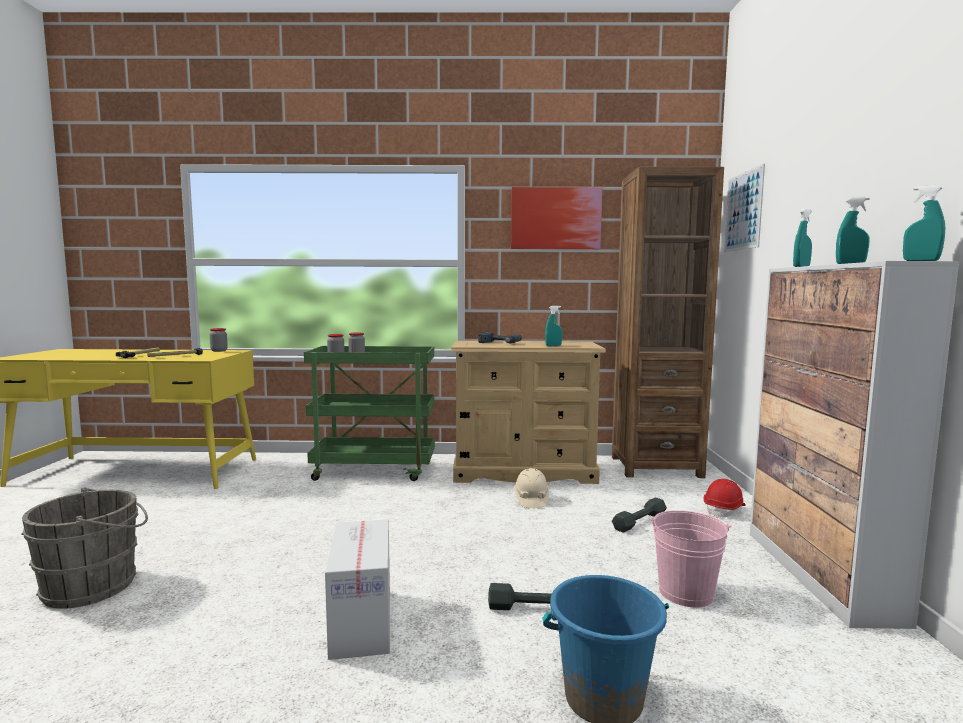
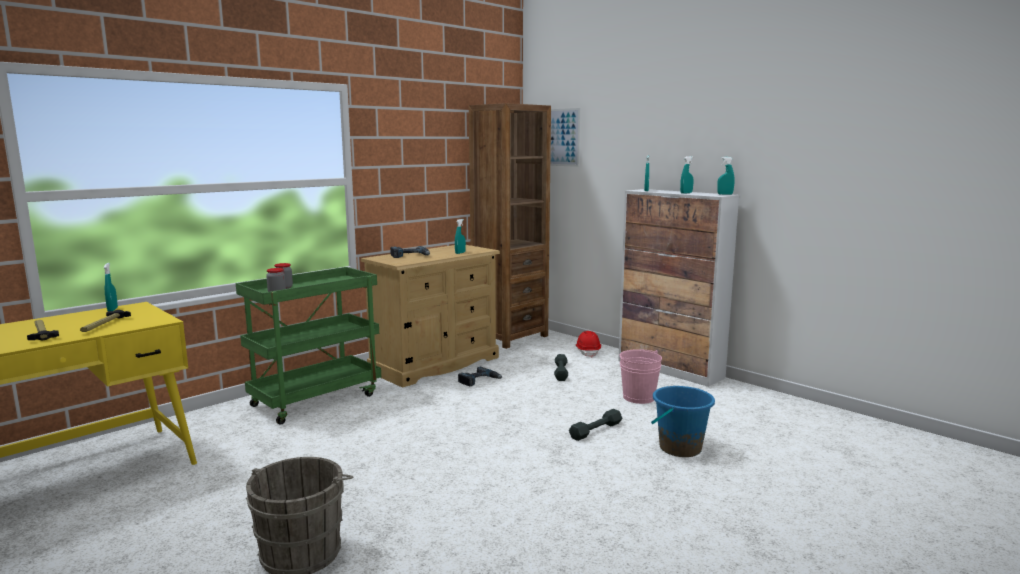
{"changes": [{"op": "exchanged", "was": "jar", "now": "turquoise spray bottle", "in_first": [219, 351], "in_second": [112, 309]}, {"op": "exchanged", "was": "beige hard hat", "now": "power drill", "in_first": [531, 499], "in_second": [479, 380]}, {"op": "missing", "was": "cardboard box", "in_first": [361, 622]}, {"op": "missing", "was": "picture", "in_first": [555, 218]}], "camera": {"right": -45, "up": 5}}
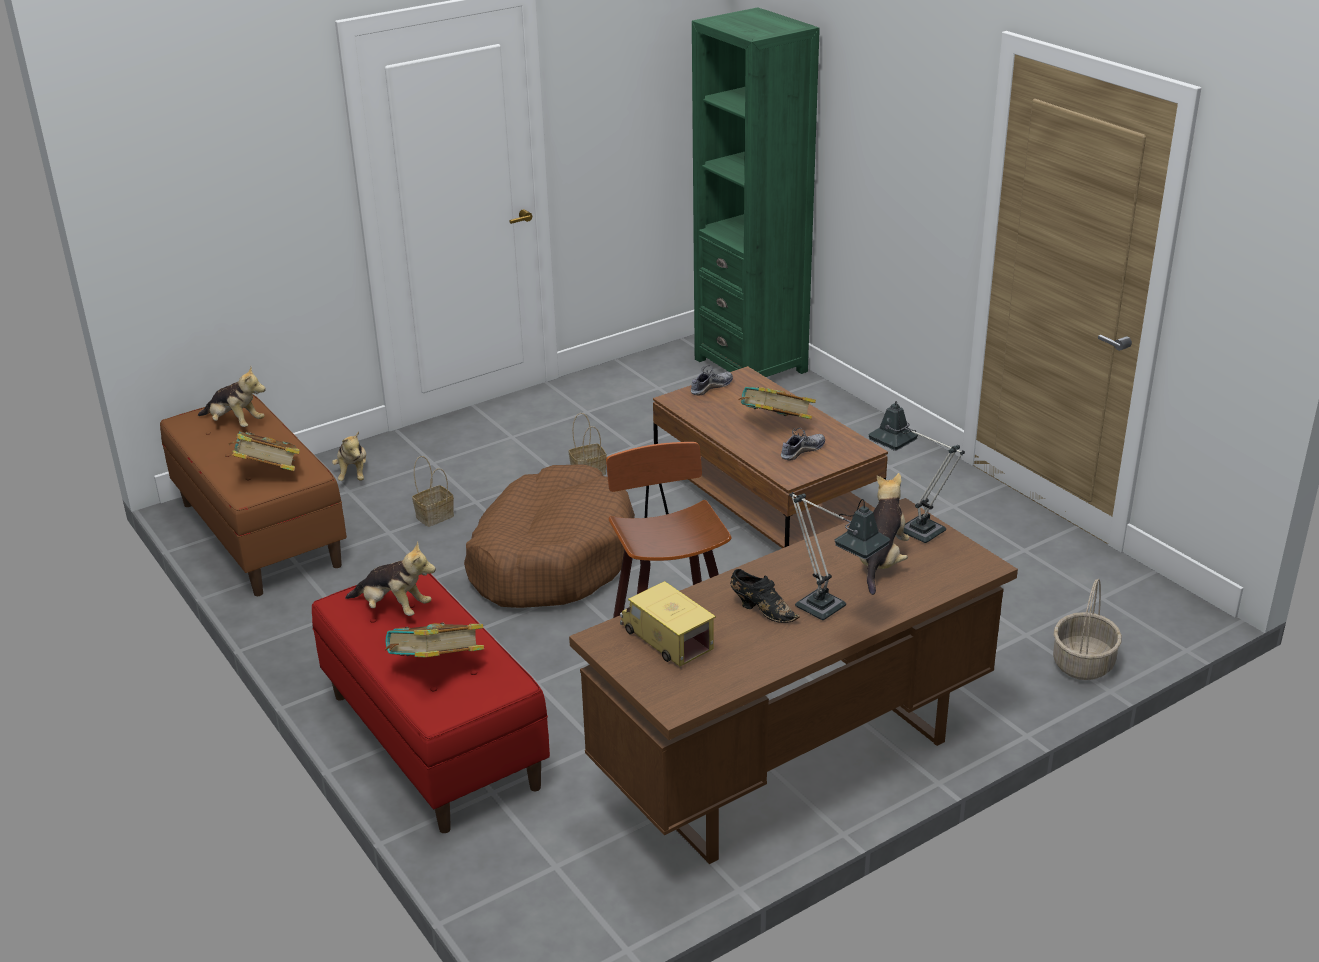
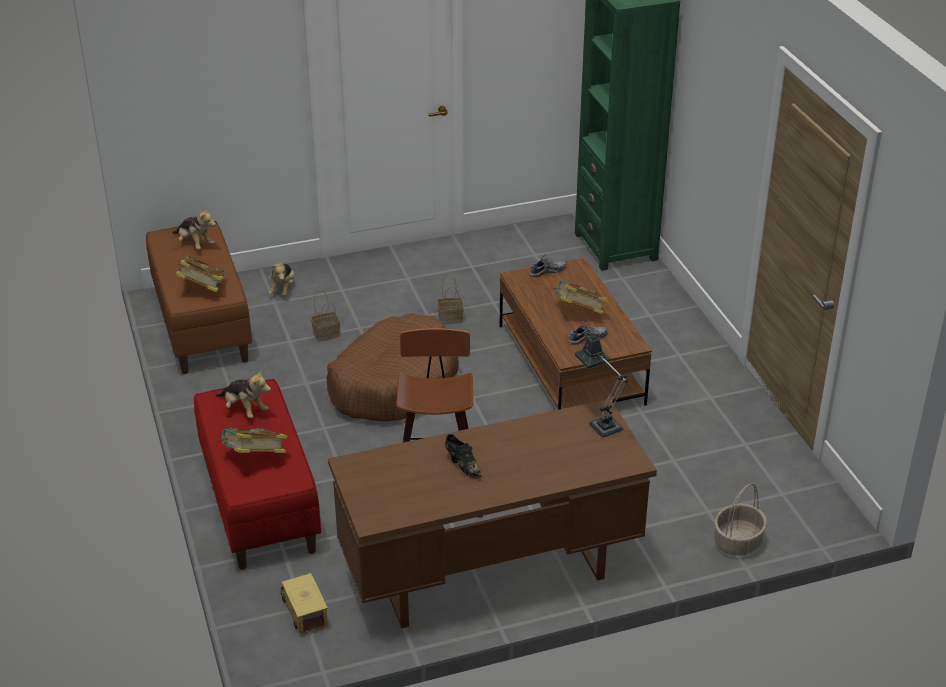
{"changes": [{"op": "relocated", "was": "toy truck", "in_first": [666, 639], "in_second": [304, 611]}, {"op": "missing", "was": "table lamp", "in_first": [829, 611]}, {"op": "missing", "was": "plush toy", "in_first": [881, 562]}], "camera": {"right": 15, "up": 5}}
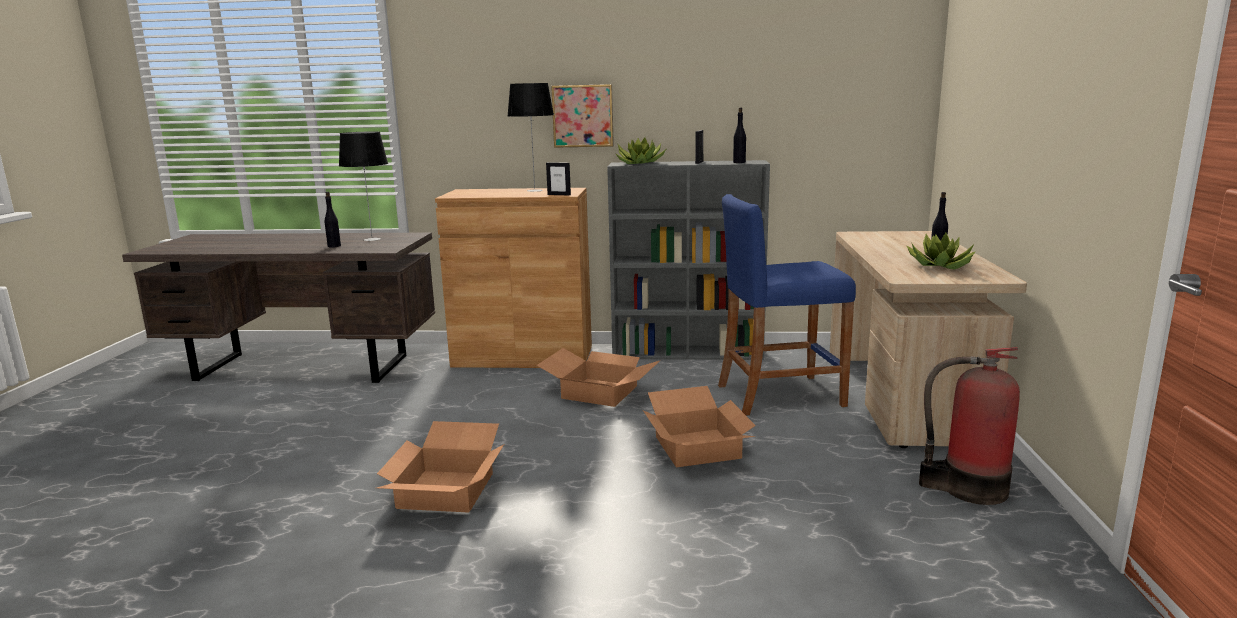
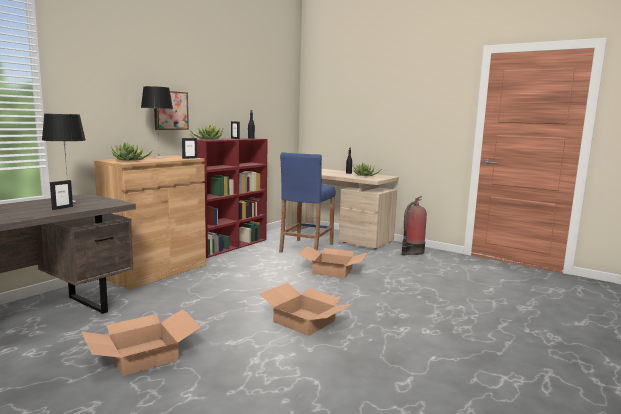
{"changes": [{"op": "exchanged", "was": "black bottle", "now": "picture frame", "in_first": [334, 246], "in_second": [62, 208]}, {"op": "relocated", "was": "cardboard box", "in_first": [598, 392], "in_second": [142, 357]}, {"op": "appeared", "now": "potted plant", "in_second": [130, 160]}, {"op": "colour", "was": "grey bookcase", "now": "red bookcase", "in_first": [689, 352], "in_second": [231, 246]}], "camera": {"right": -60, "up": -5}}
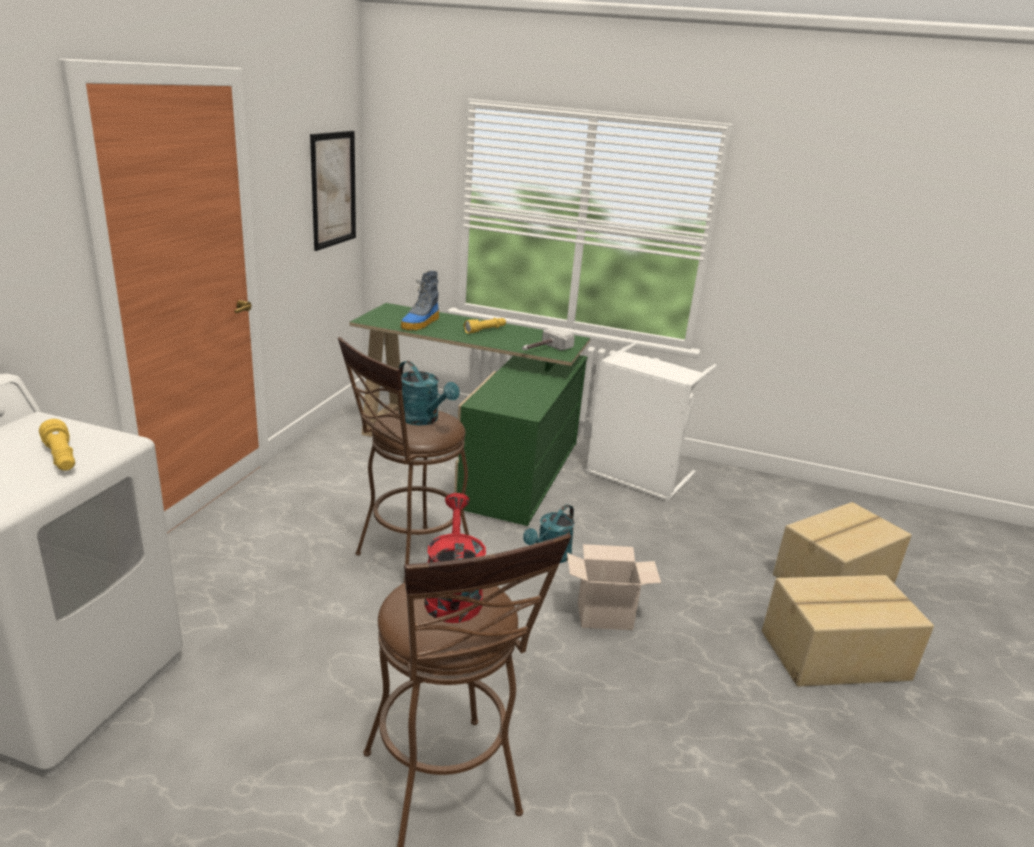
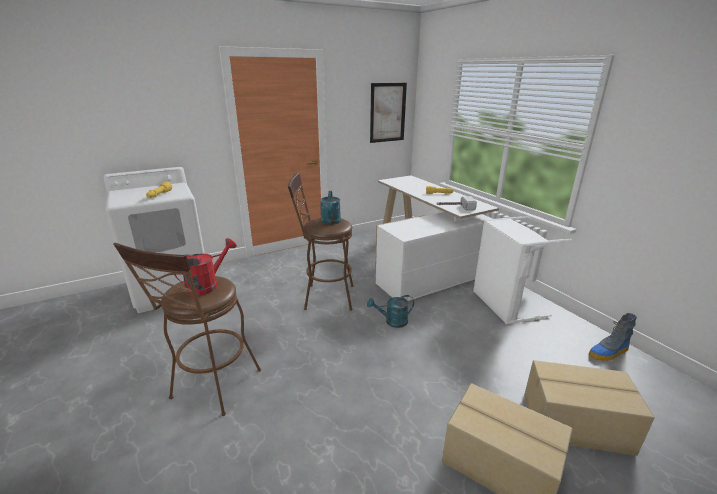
{"changes": [{"op": "colour", "was": "green desk", "now": "white desk", "in_first": [476, 453], "in_second": [422, 263]}, {"op": "relocated", "was": "boot", "in_first": [420, 323], "in_second": [608, 353]}, {"op": "missing", "was": "cardboard box", "in_first": [606, 615]}], "camera": {"right": 45, "up": 0}}
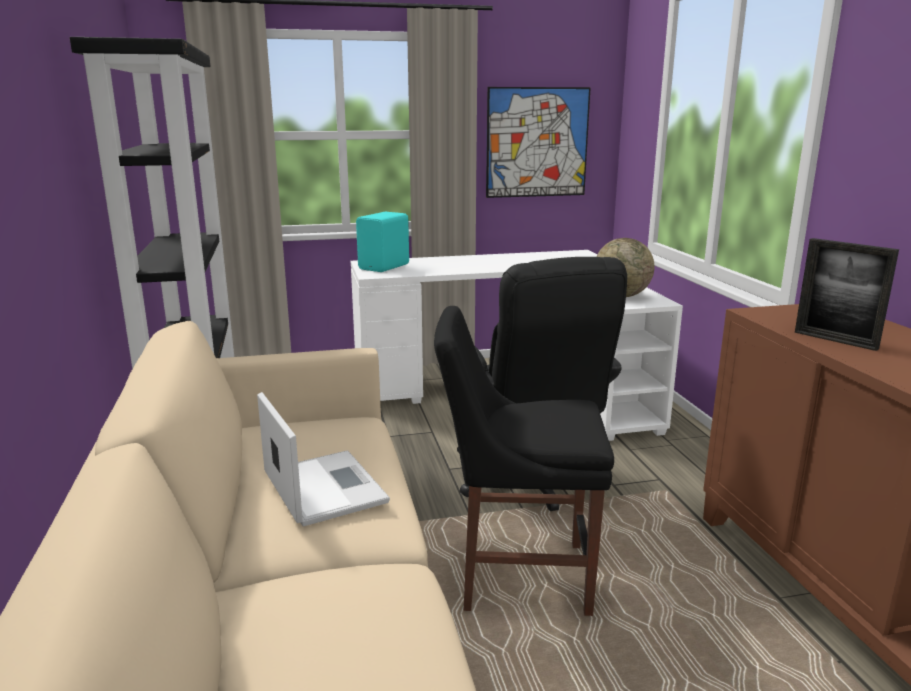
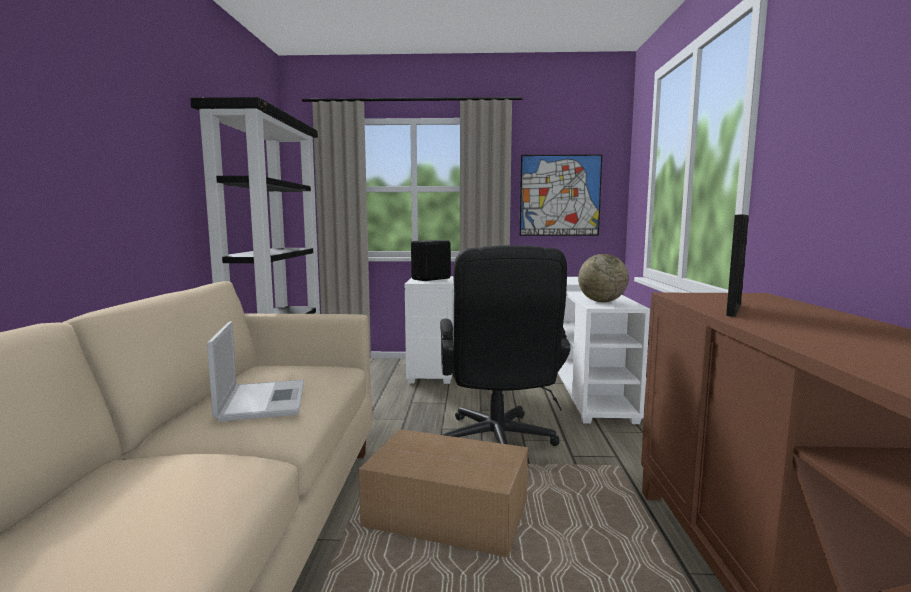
{"changes": [{"op": "exchanged", "was": "black chair", "now": "cardboard box", "in_first": [516, 575], "in_second": [445, 513]}, {"op": "colour", "was": "turquoise speaker", "now": "black speaker", "in_first": [385, 267], "in_second": [432, 279]}, {"op": "spun", "was": "picture frame", "in_first": [835, 340], "in_second": [733, 310], "clockwise": -120}], "camera": {"right": 15, "up": -10}}
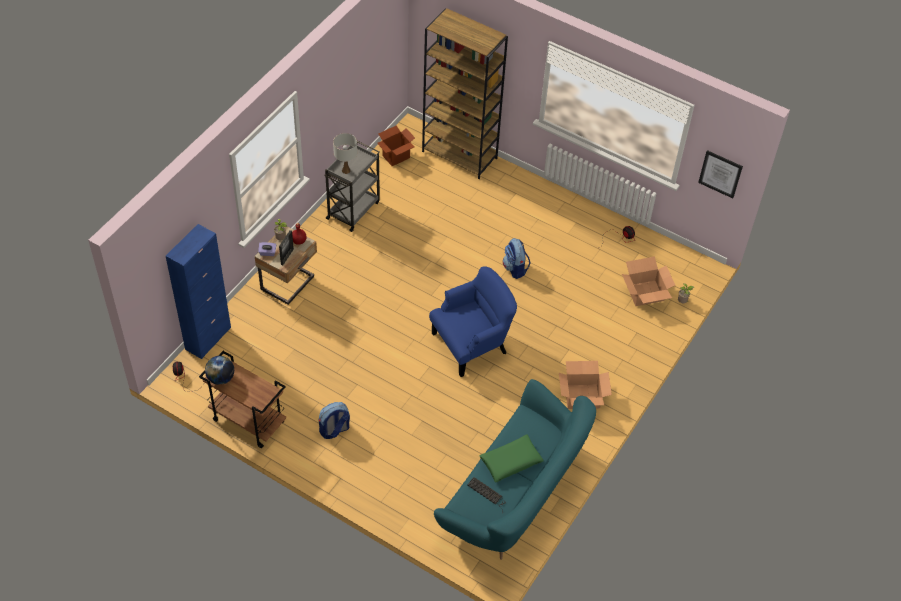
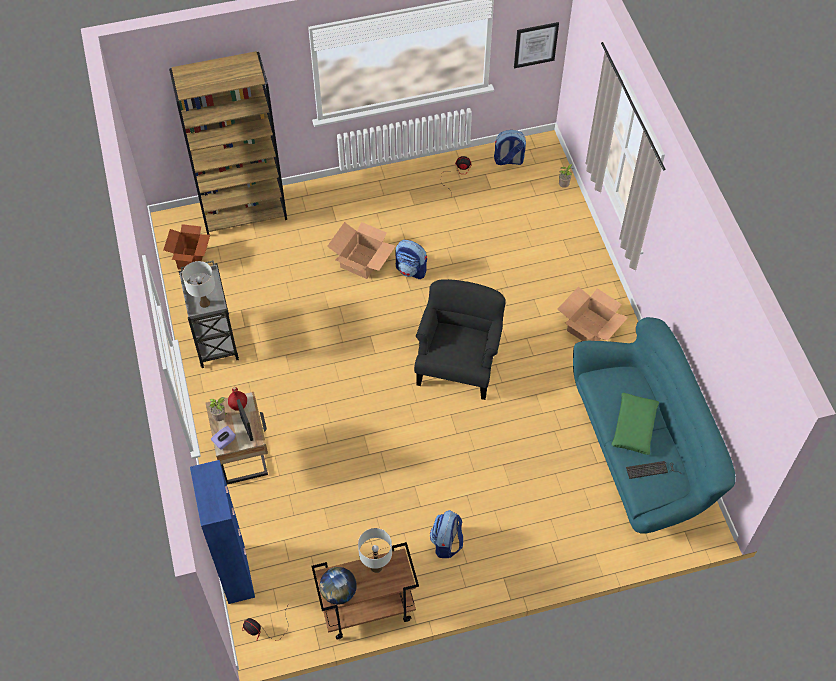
{"changes": [{"op": "relocated", "was": "cardboard box", "in_first": [645, 293], "in_second": [362, 261]}, {"op": "appeared", "now": "white table lamp", "in_second": [376, 567]}, {"op": "colour", "was": "blue armchair", "now": "black armchair", "in_first": [472, 343], "in_second": [458, 363]}, {"op": "appeared", "now": "backpack", "in_second": [508, 160]}], "camera": {"right": -45, "up": 5}}
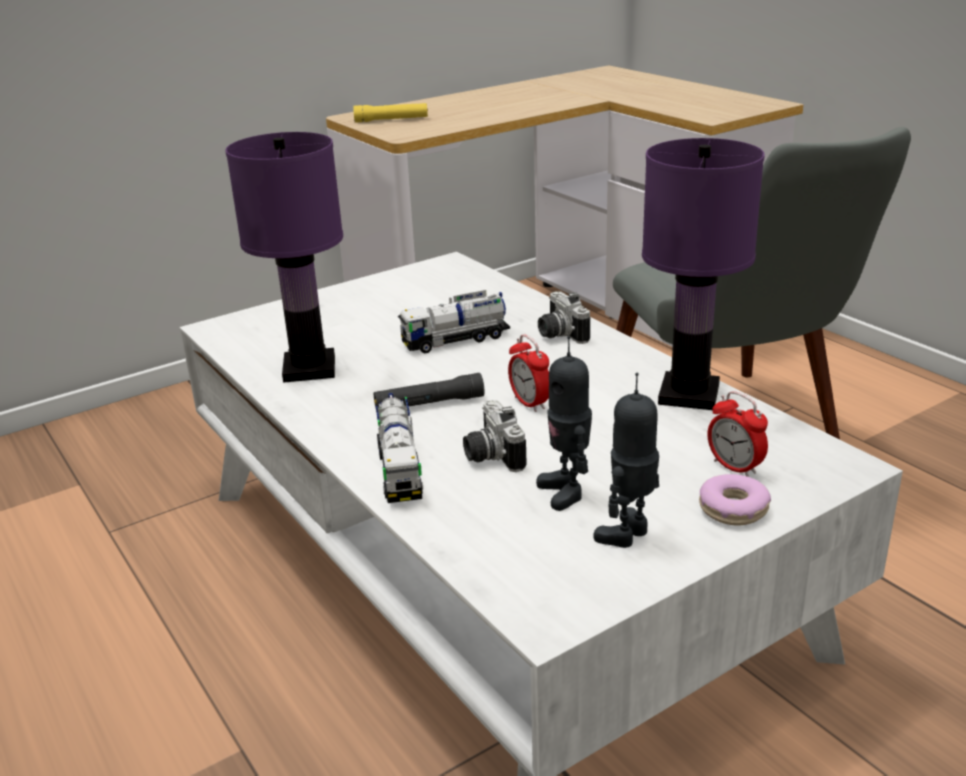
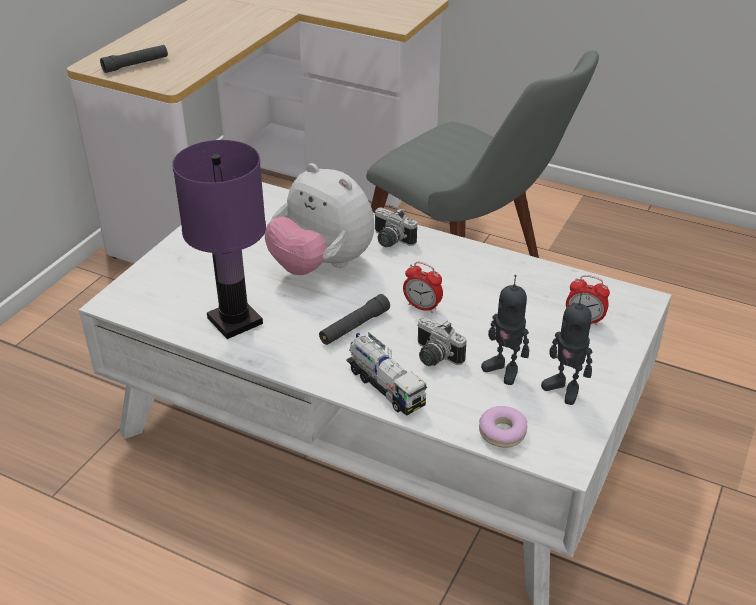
{"changes": [{"op": "colour", "was": "yellow flashlight", "now": "black flashlight", "in_first": [391, 120], "in_second": [136, 64]}, {"op": "exchanged", "was": "toy truck", "now": "plush toy", "in_first": [455, 340], "in_second": [321, 265]}, {"op": "relocated", "was": "donut", "in_first": [733, 509], "in_second": [502, 432]}, {"op": "spun", "was": "toy robot", "in_first": [628, 535], "in_second": [564, 388], "clockwise": -60}, {"op": "missing", "was": "purple table lamp", "in_first": [688, 394]}], "camera": {"right": -30, "up": 10}}
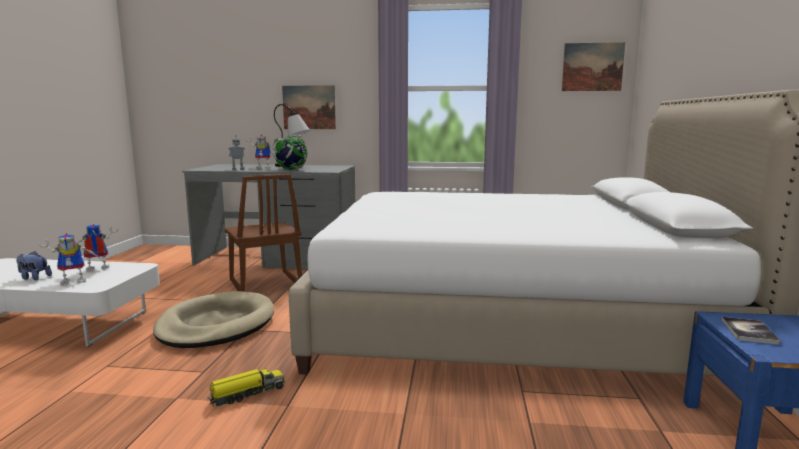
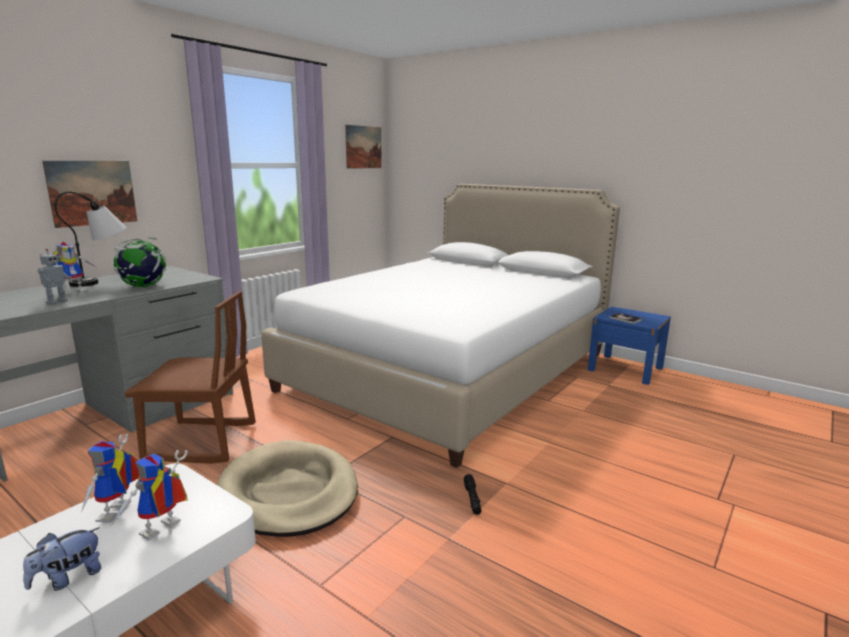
{"changes": [{"op": "spun", "was": "toy robot", "in_first": [75, 280], "in_second": [160, 532], "clockwise": -150}, {"op": "exchanged", "was": "toy truck", "now": "black flashlight", "in_first": [247, 394], "in_second": [472, 498]}], "camera": {"right": -60, "up": 5}}
